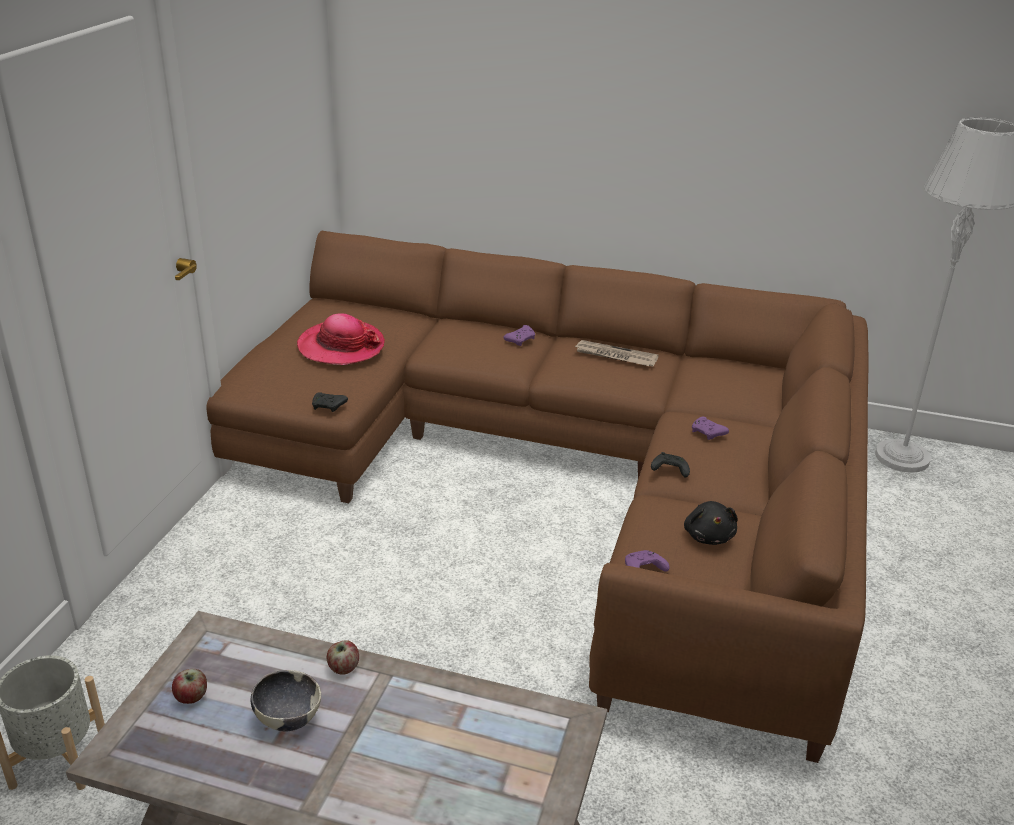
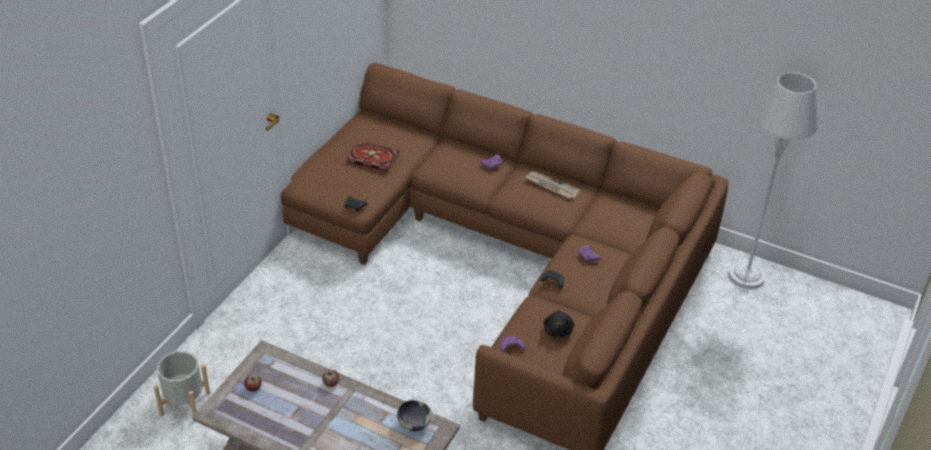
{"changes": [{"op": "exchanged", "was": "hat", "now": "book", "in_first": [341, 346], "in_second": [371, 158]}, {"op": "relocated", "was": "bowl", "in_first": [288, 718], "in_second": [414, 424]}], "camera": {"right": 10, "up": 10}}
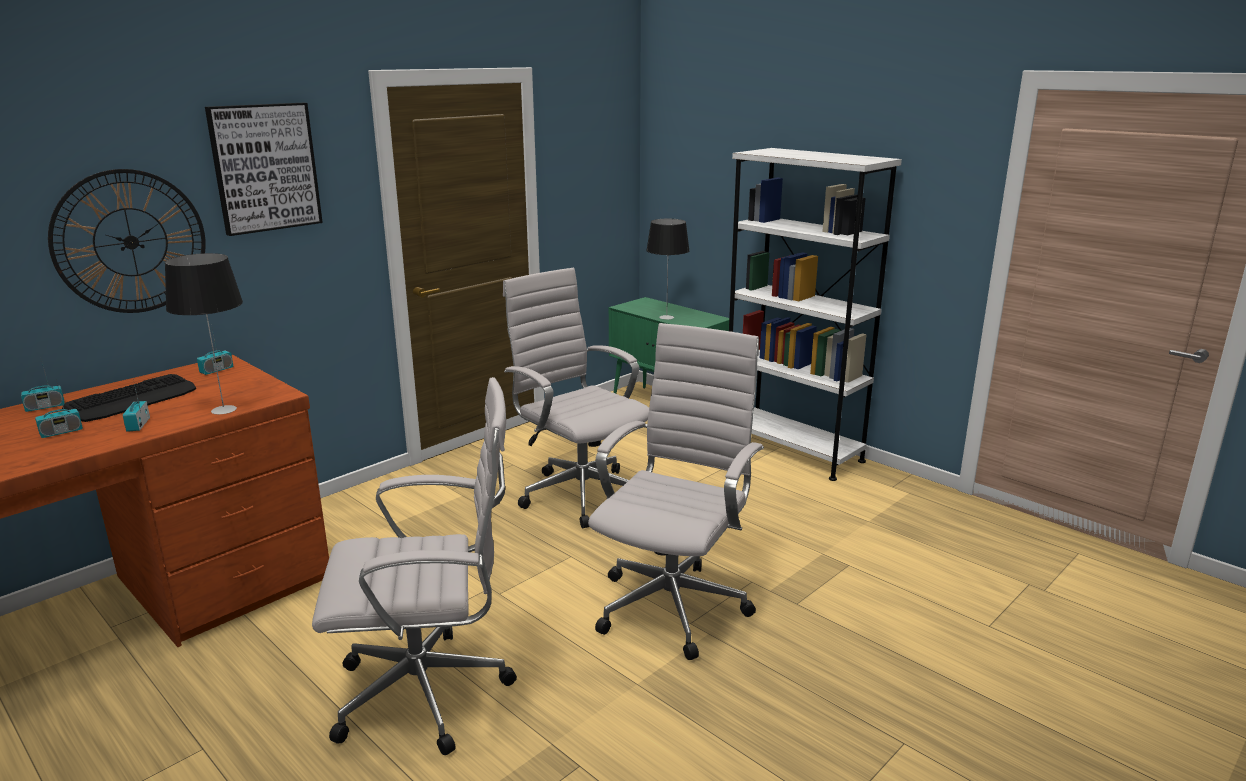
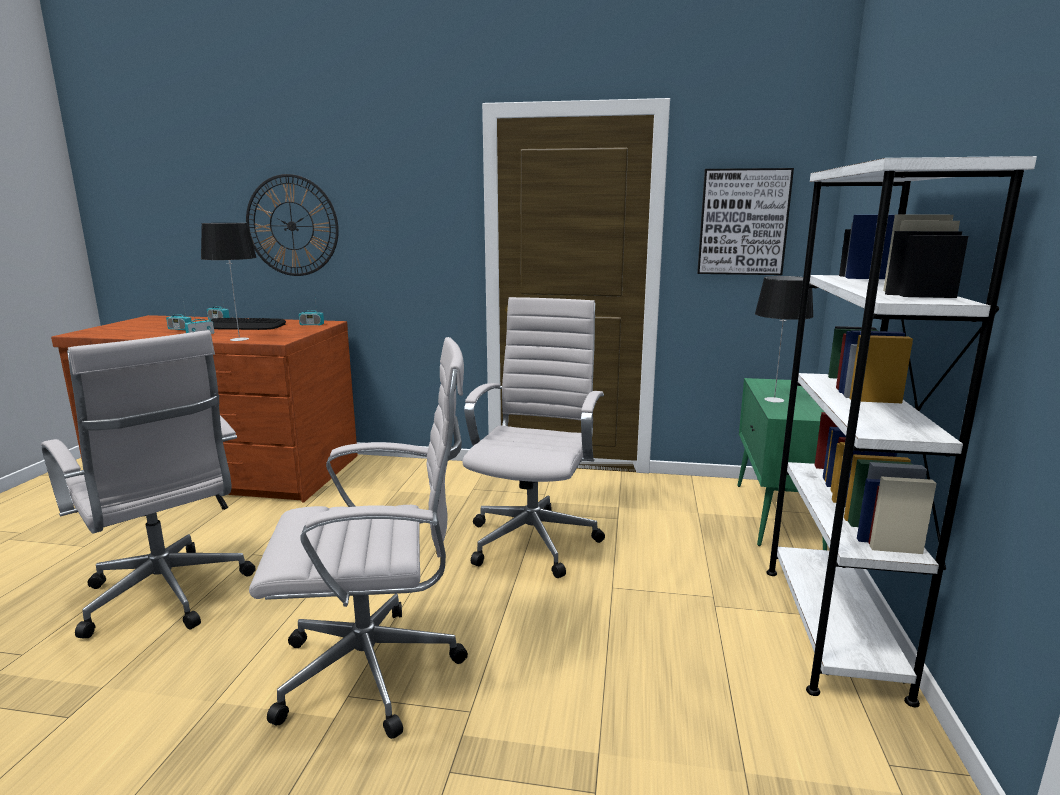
{"changes": [{"op": "relocated", "was": "picture", "in_first": [265, 167], "in_second": [743, 222]}], "camera": {"right": 55, "up": -5}}
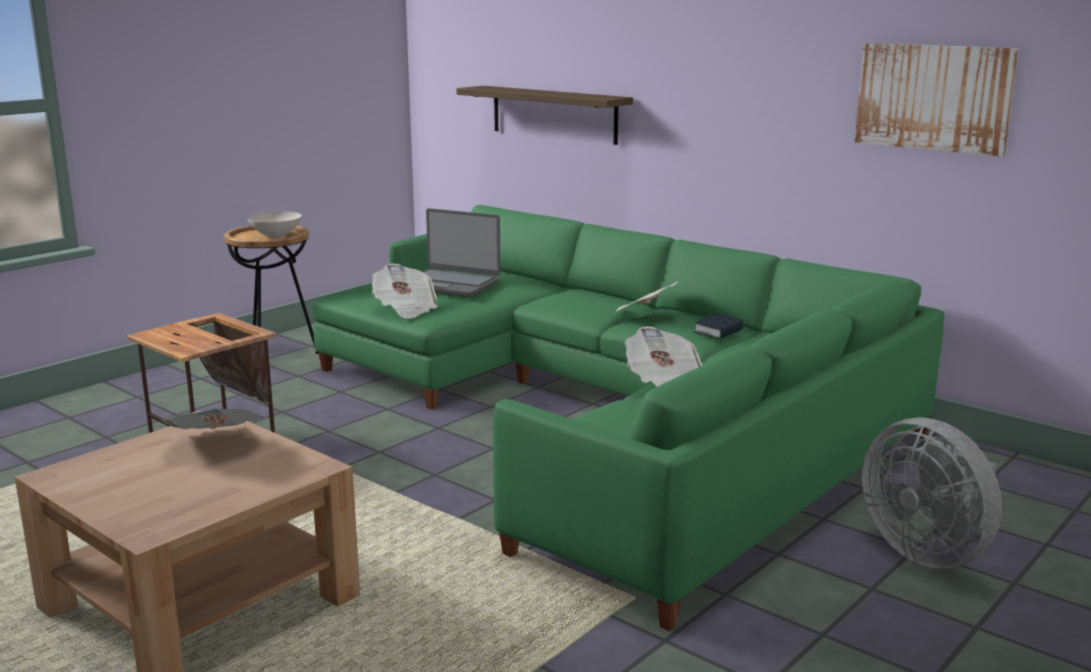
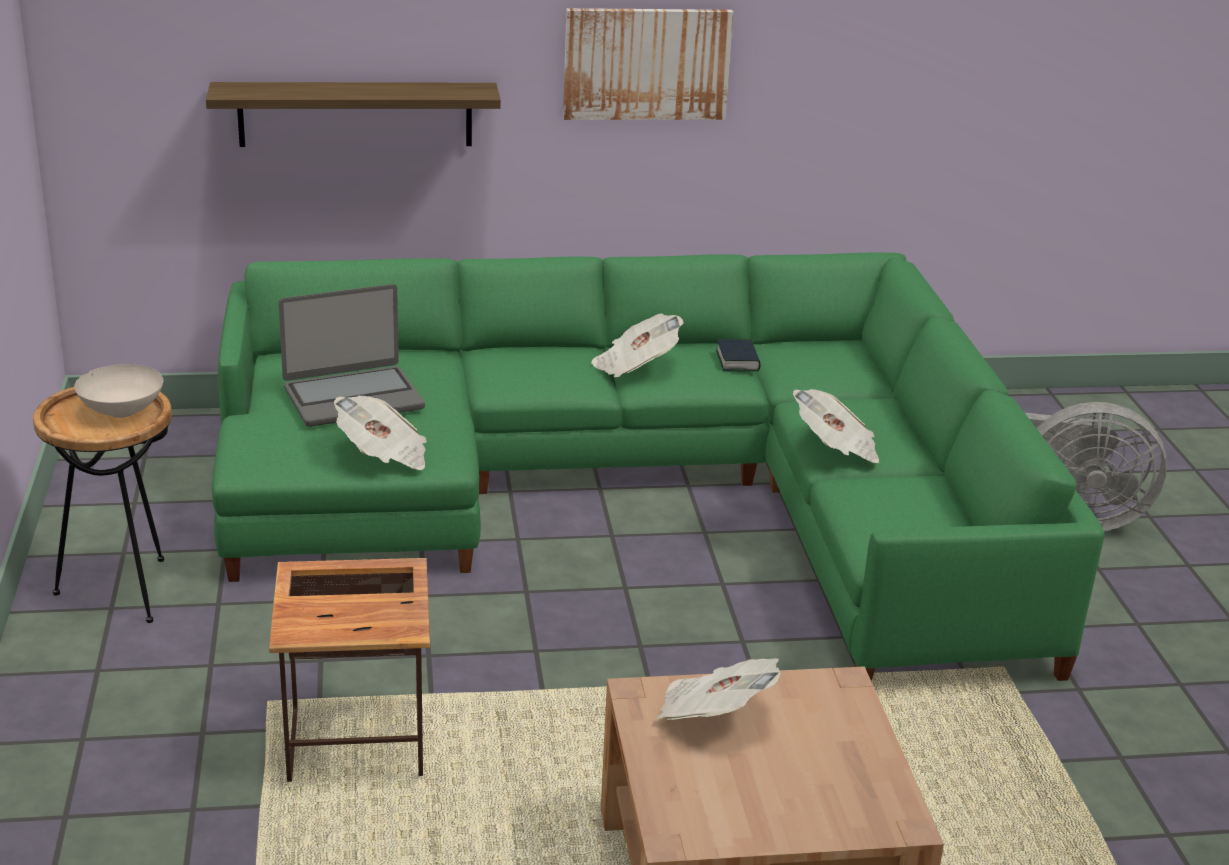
{"changes": [{"op": "relocated", "was": "picture", "in_first": [933, 97], "in_second": [646, 63]}], "camera": {"right": -50, "up": 10}}
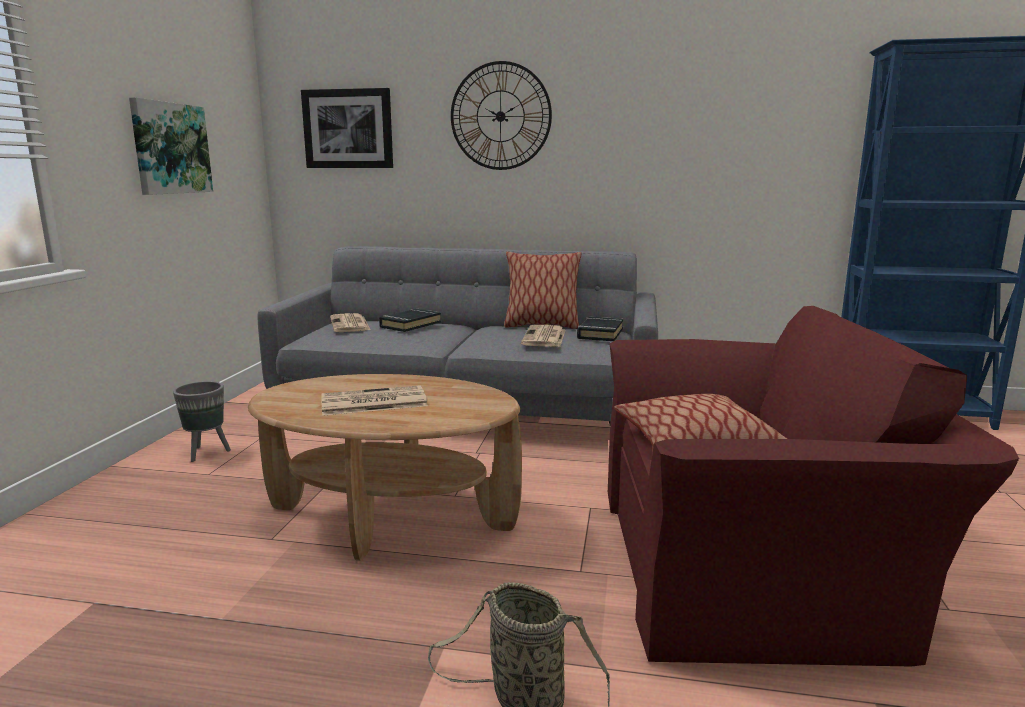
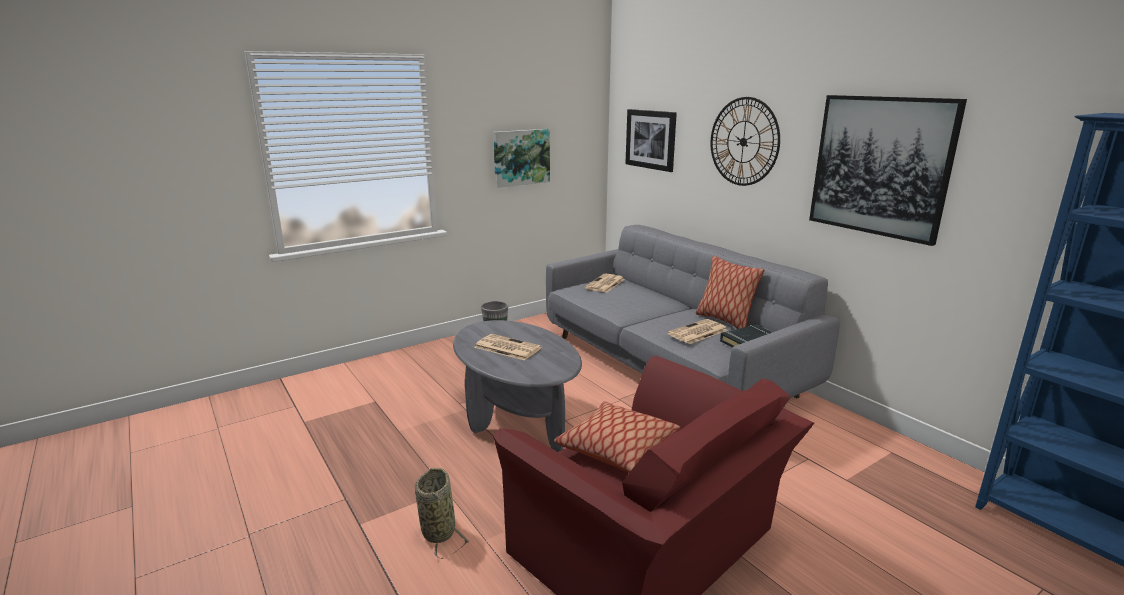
{"changes": [{"op": "colour", "was": "brown coffee table", "now": "grey coffee table", "in_first": [389, 518], "in_second": [517, 418]}, {"op": "appeared", "now": "picture", "in_second": [880, 166]}, {"op": "missing", "was": "black book", "in_first": [410, 324]}], "camera": {"right": 45, "up": 5}}
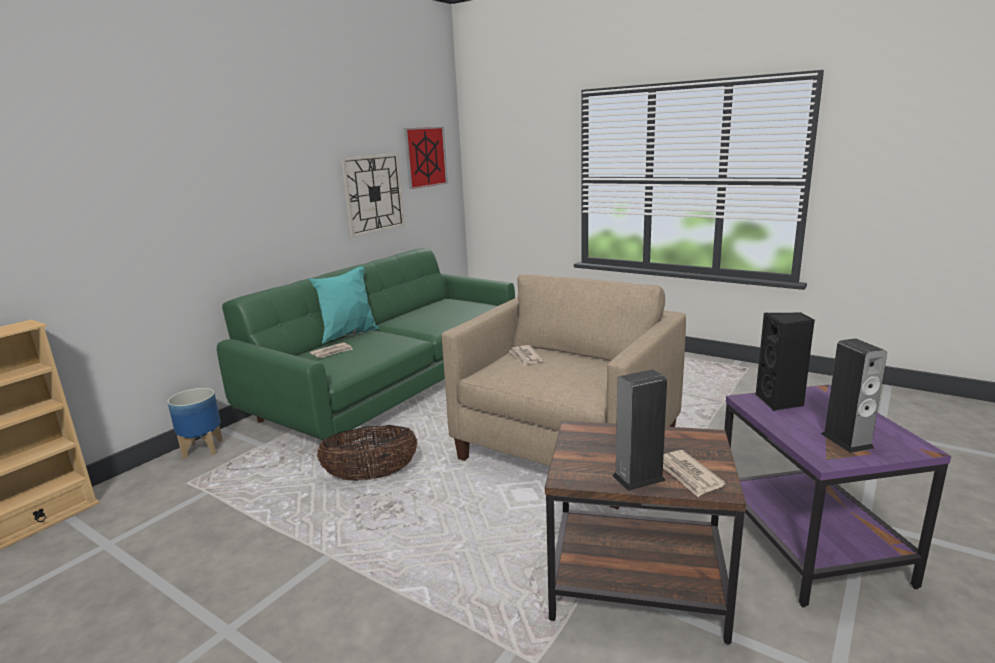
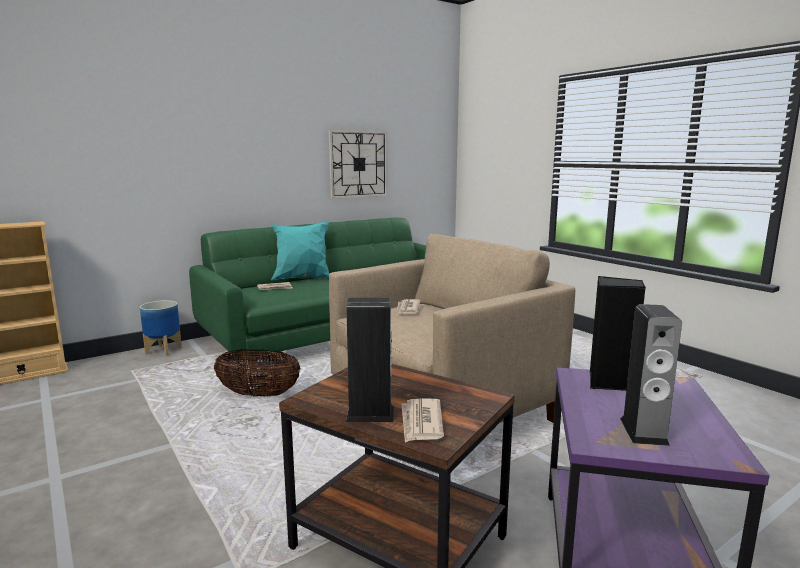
{"changes": [{"op": "missing", "was": "picture", "in_first": [425, 157]}], "camera": {"right": 20, "up": -5}}
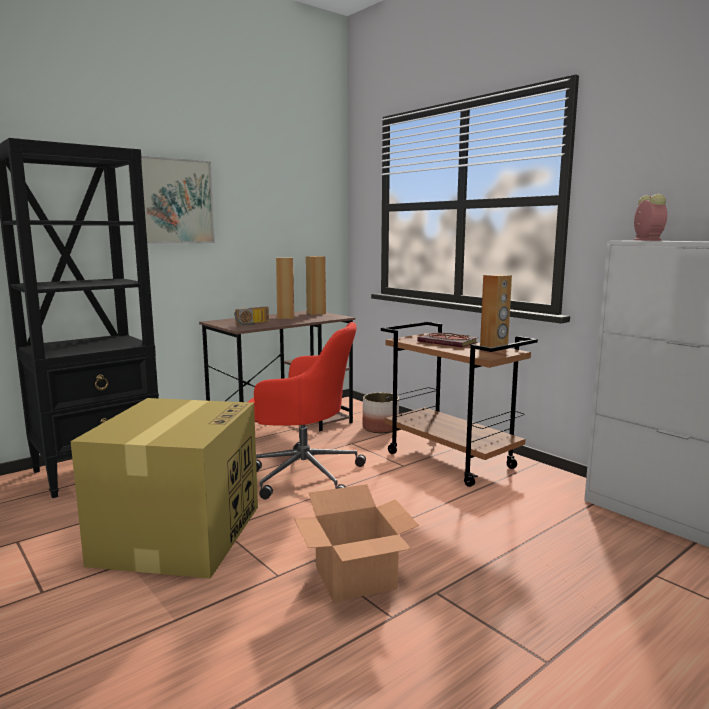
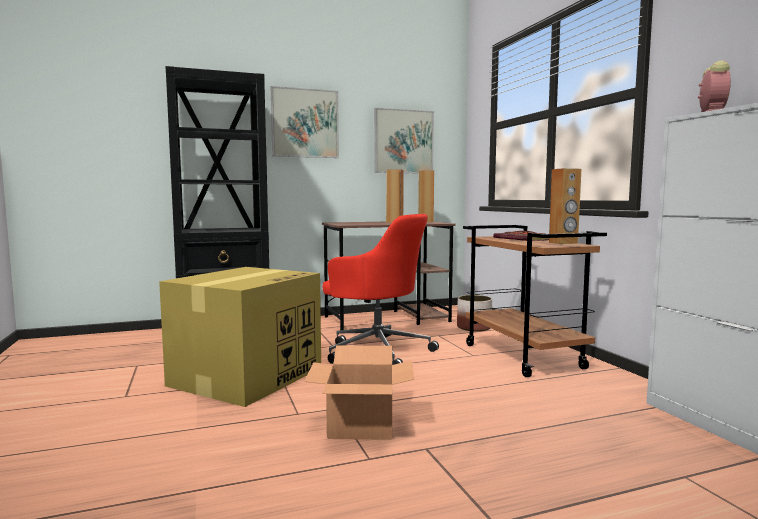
{"changes": [{"op": "appeared", "now": "picture", "in_second": [403, 141]}, {"op": "missing", "was": "radio", "in_first": [253, 324]}], "camera": {"right": 20, "up": -5}}
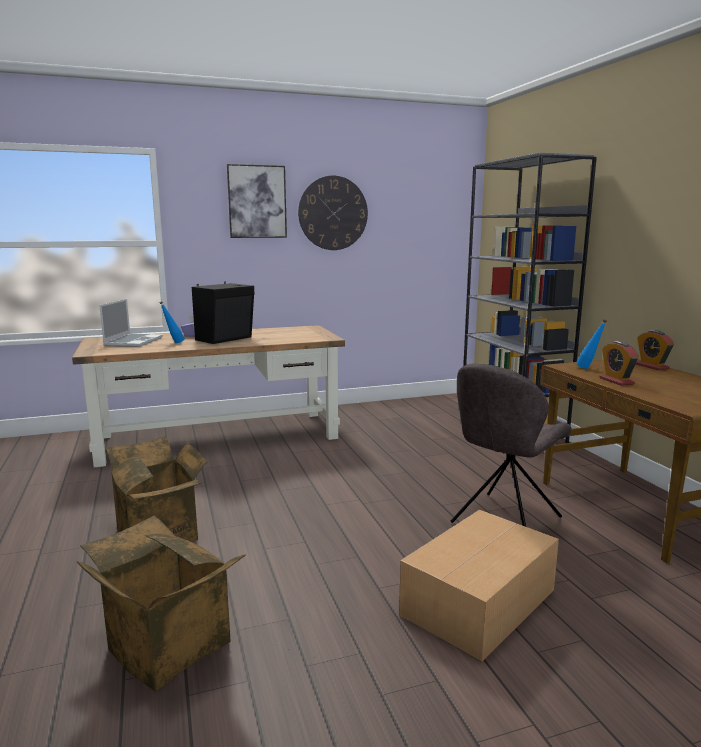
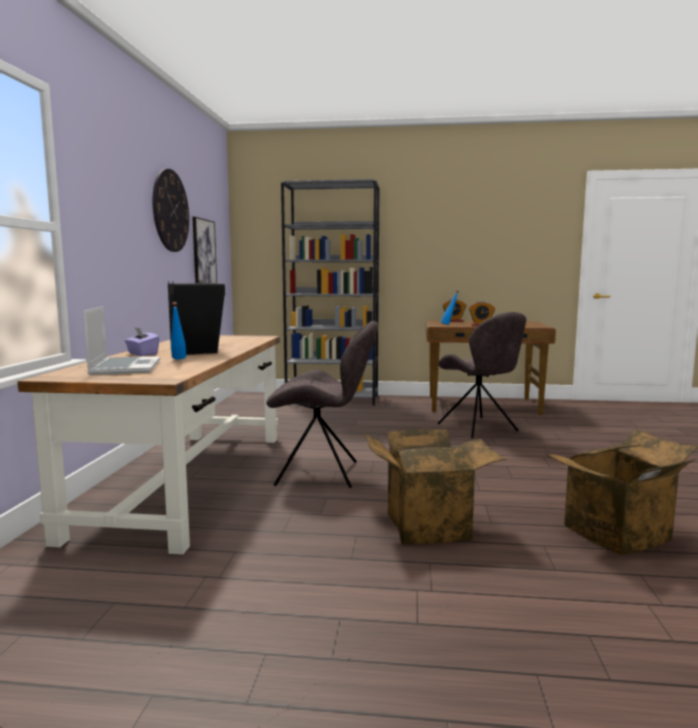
{"changes": [{"op": "spun", "was": "laptop", "in_first": [133, 341], "in_second": [125, 367], "clockwise": 45}, {"op": "relocated", "was": "picture", "in_first": [257, 202], "in_second": [203, 252]}, {"op": "appeared", "now": "grey chair", "in_second": [321, 473]}, {"op": "missing", "was": "cardboard box", "in_first": [481, 601]}], "camera": {"right": -65, "up": -5}}
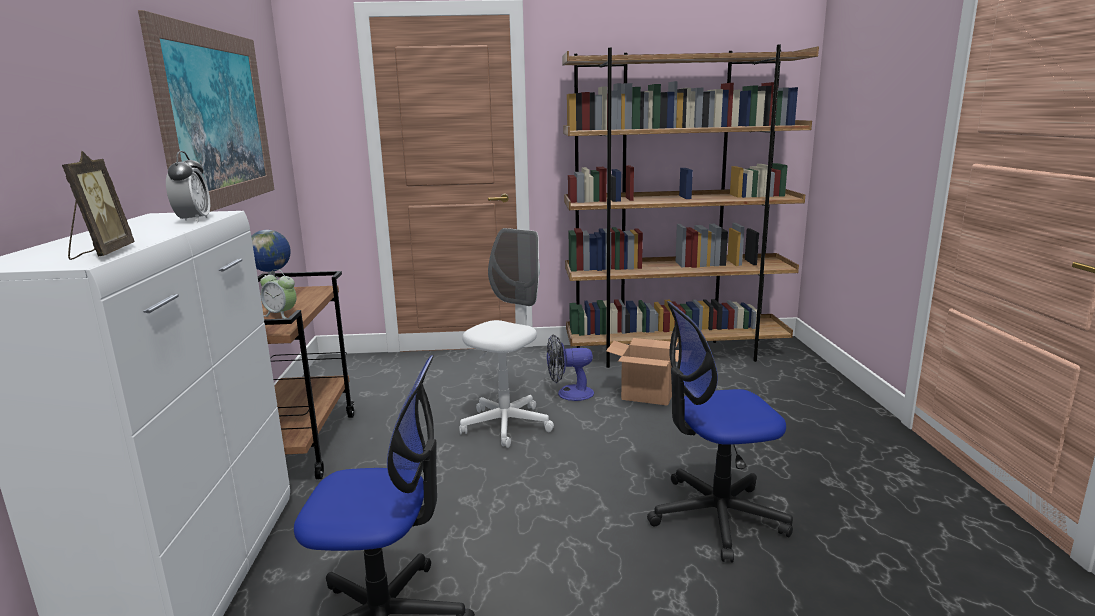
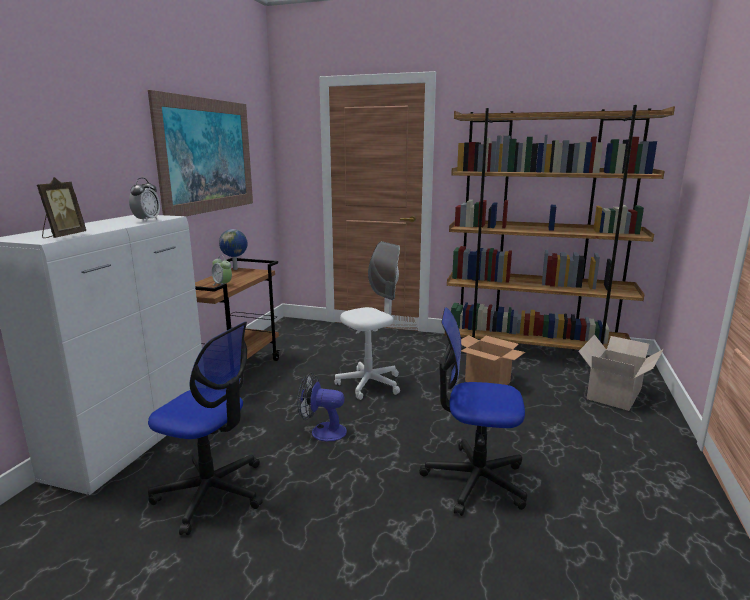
{"changes": [{"op": "relocated", "was": "fan", "in_first": [569, 394], "in_second": [322, 431]}, {"op": "appeared", "now": "cardboard box", "in_second": [615, 393]}], "camera": {"right": 20, "up": 0}}
